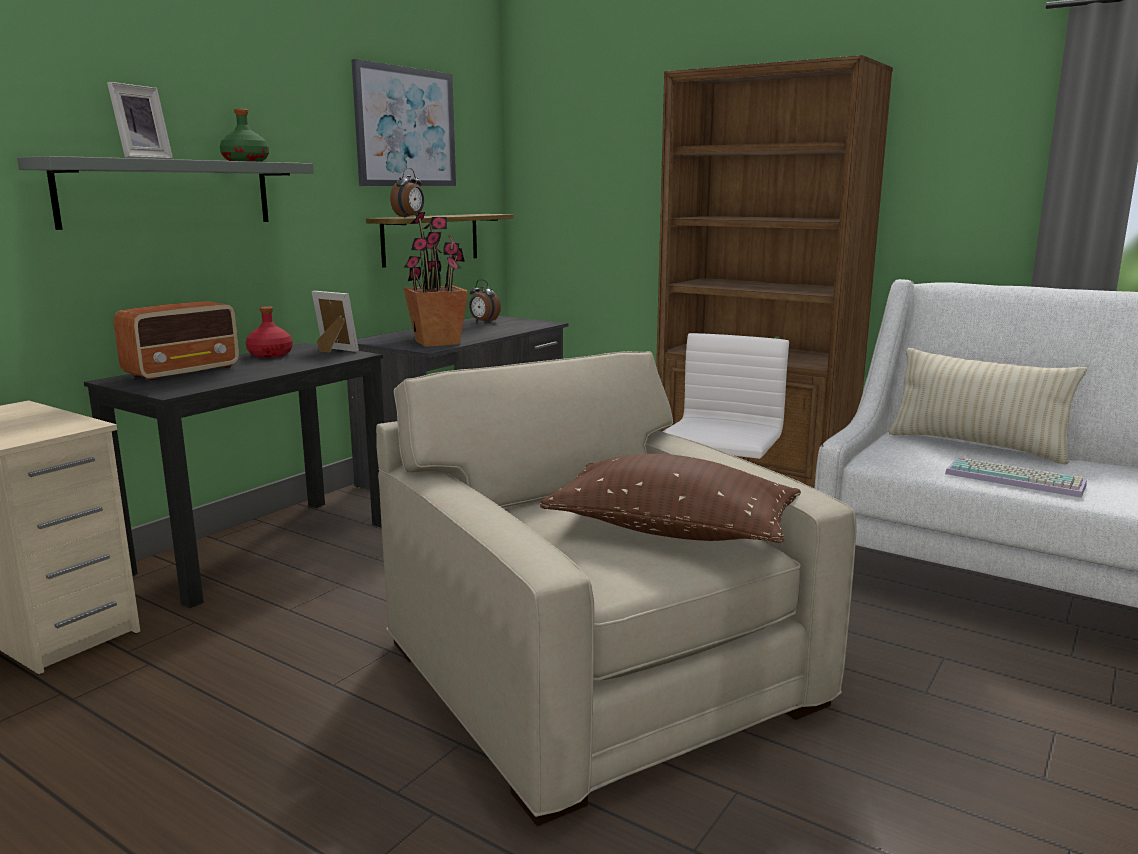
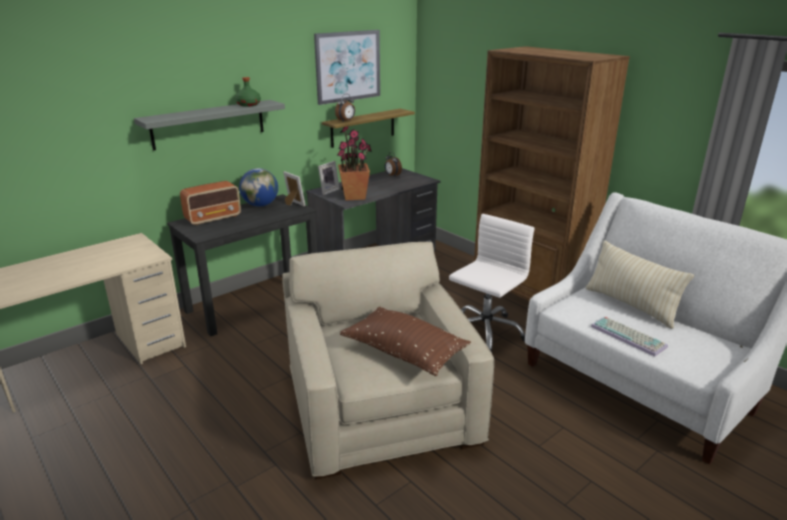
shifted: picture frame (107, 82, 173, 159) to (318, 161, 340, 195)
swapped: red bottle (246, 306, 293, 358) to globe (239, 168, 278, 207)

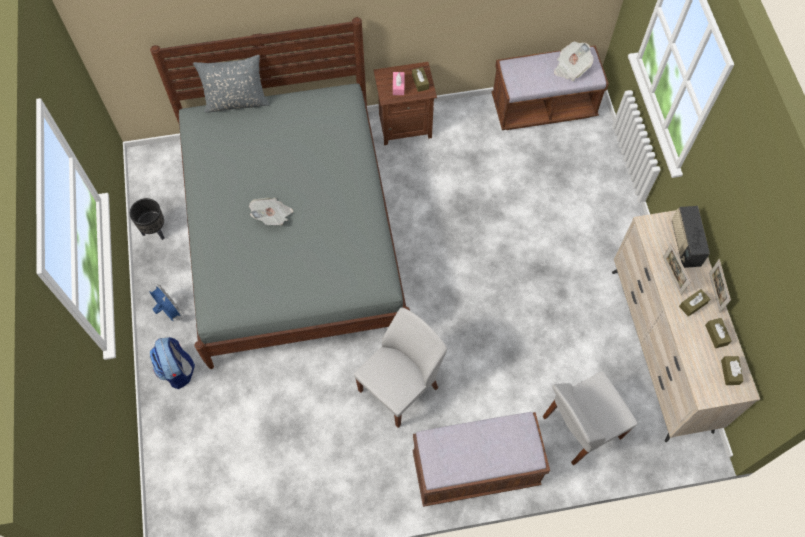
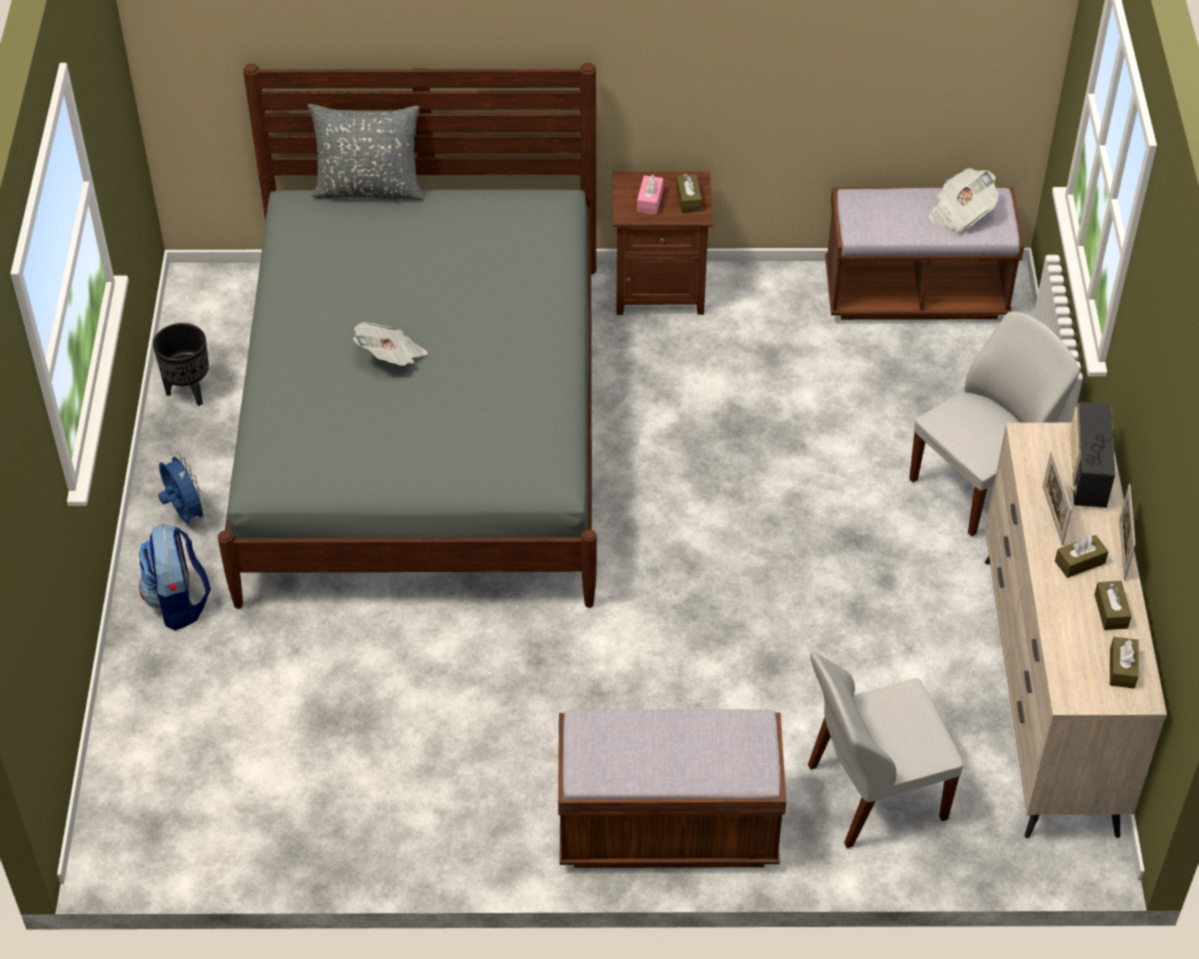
shifted: white upright chair (354, 308, 447, 428) to (909, 311, 1079, 536)

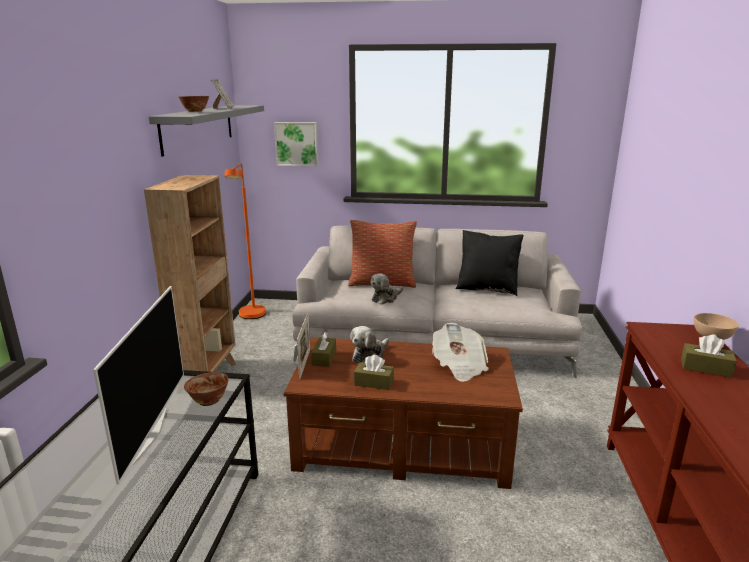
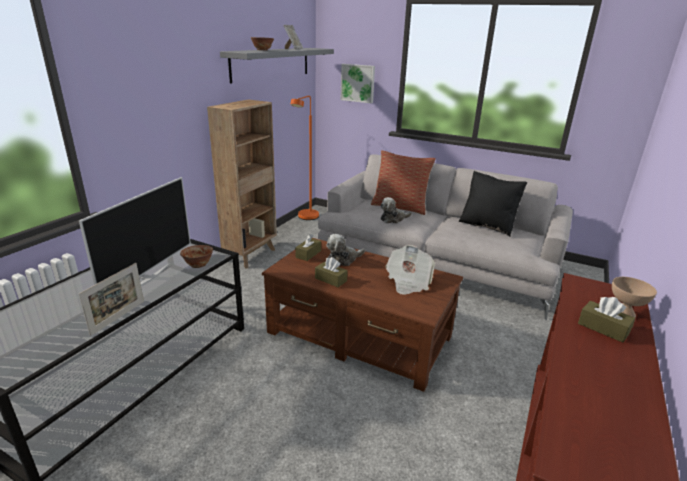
shifted: picture frame (297, 313, 310, 379) to (79, 263, 144, 336)

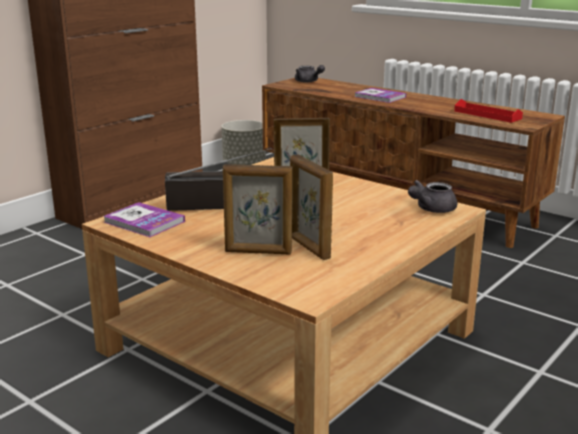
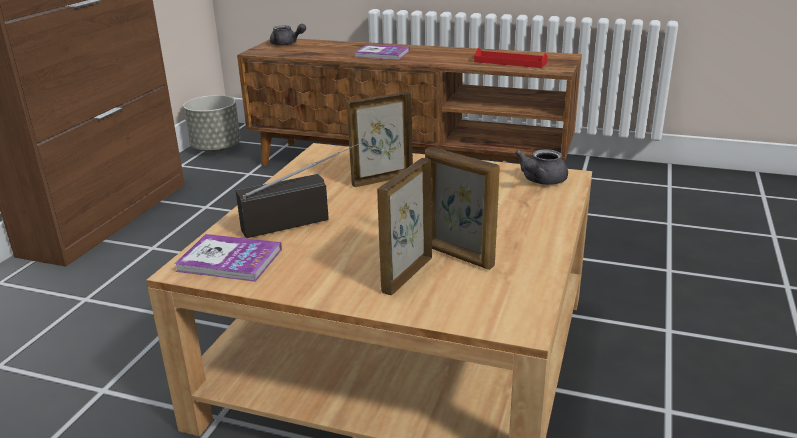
rotated: picture frame (223, 164, 293, 255) = (377, 158, 432, 295) 135 degrees clockwise

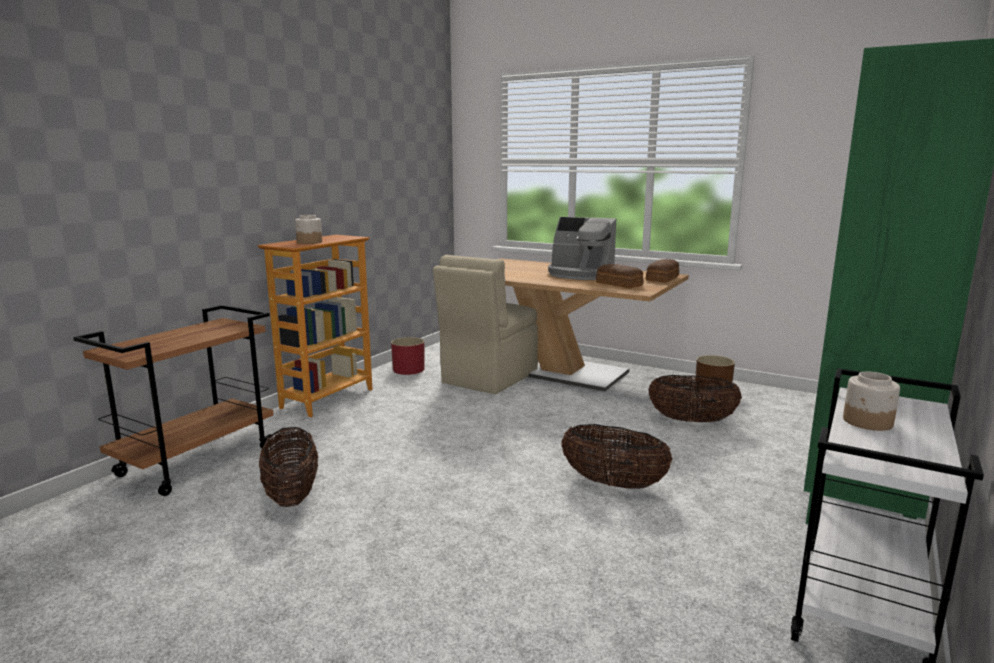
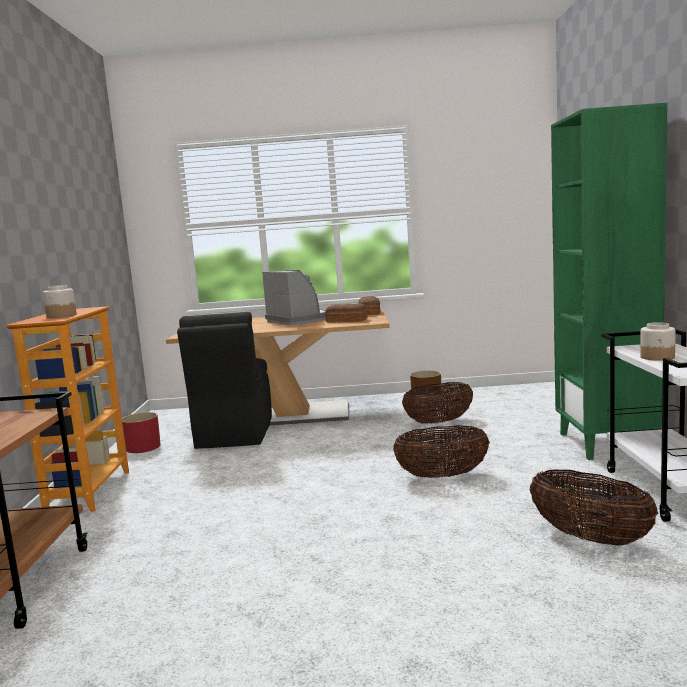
shifted: basket (259, 427, 318, 507) to (529, 470, 658, 546)
repainted: sand-coloured upright chair (433, 255, 538, 394) to black-coloured upright chair (177, 312, 272, 449)
rotated: coffee machine (548, 217, 616, 280) = (262, 270, 326, 325) 120 degrees counterclockwise

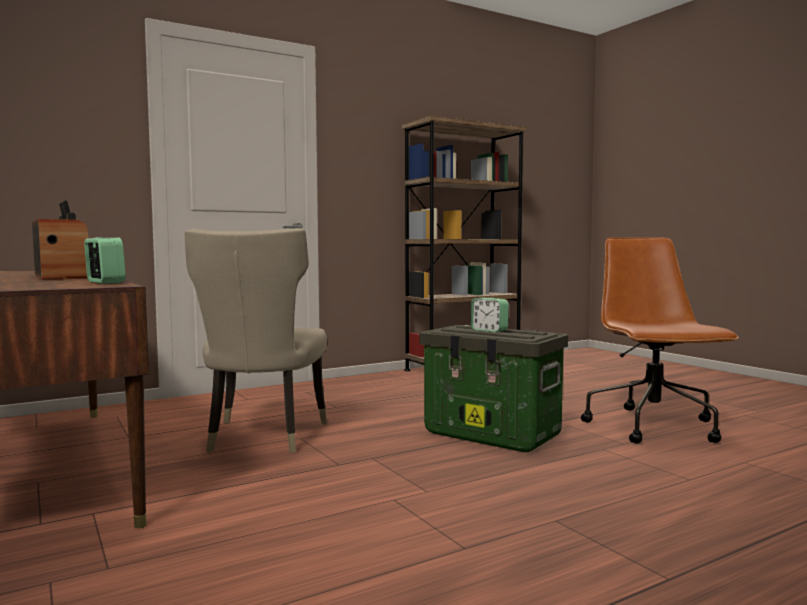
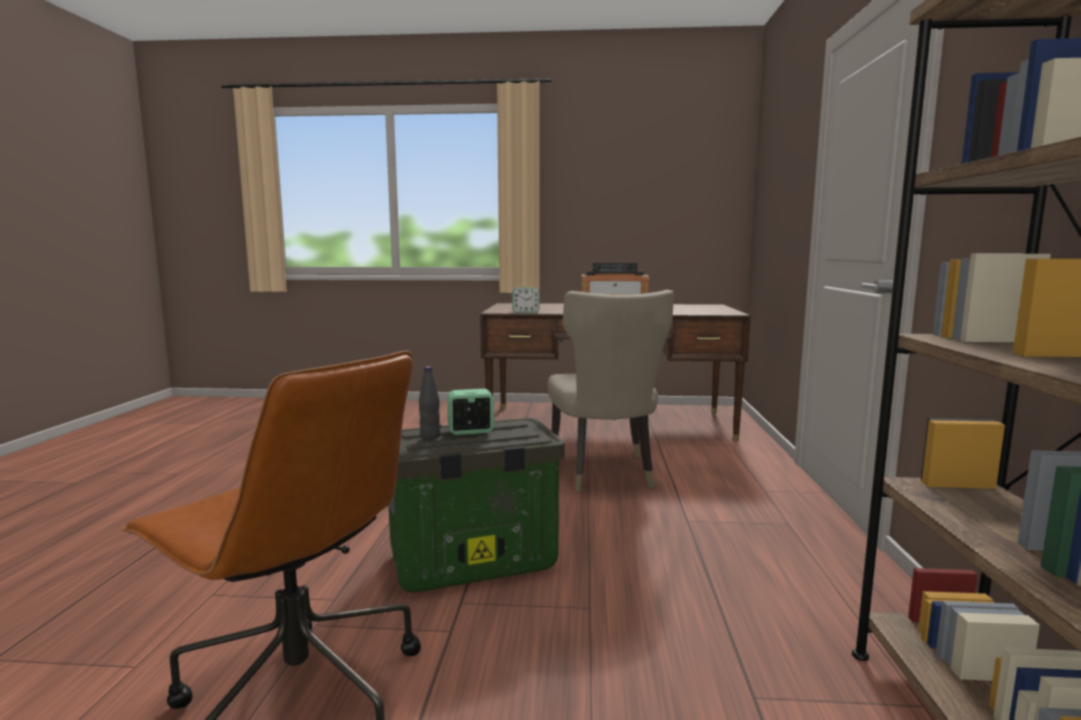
new: black-coloured bottle (419, 366, 440, 440)
rotated: sand-coloured upright chair (184, 228, 327, 453) = (547, 290, 674, 492) 135 degrees counterclockwise

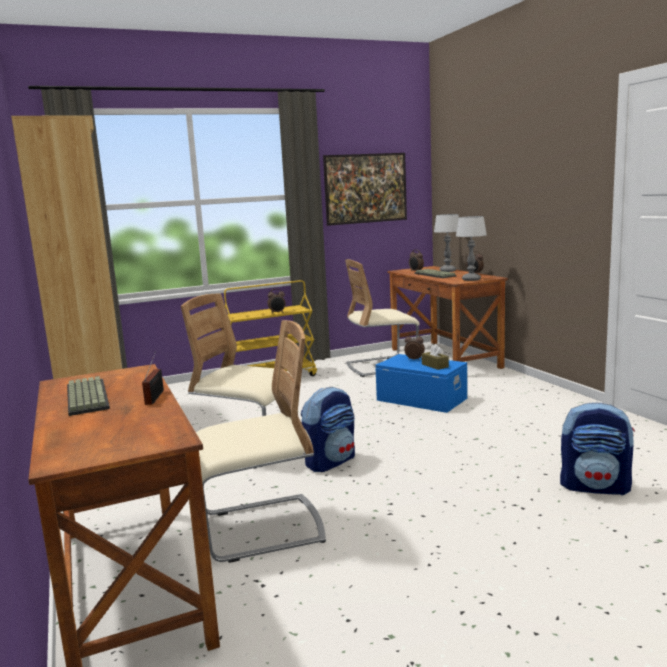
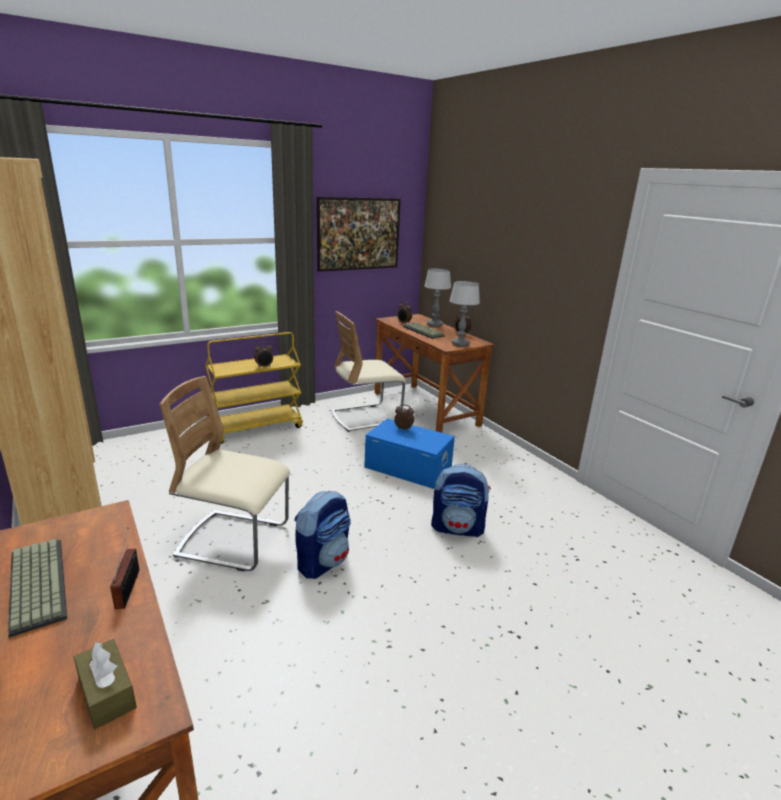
gone: sand-coloured upright chair (196, 320, 326, 563)
shifted: brown-coloured tissue holder (422, 344, 449, 370) to (73, 639, 137, 729); rucksack (560, 402, 635, 495) to (431, 464, 491, 537)

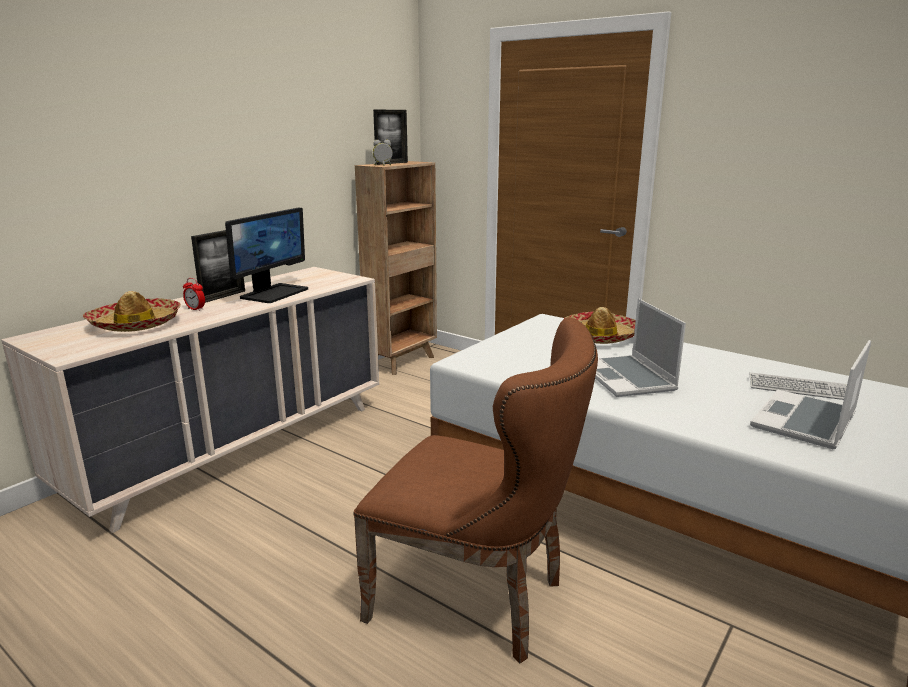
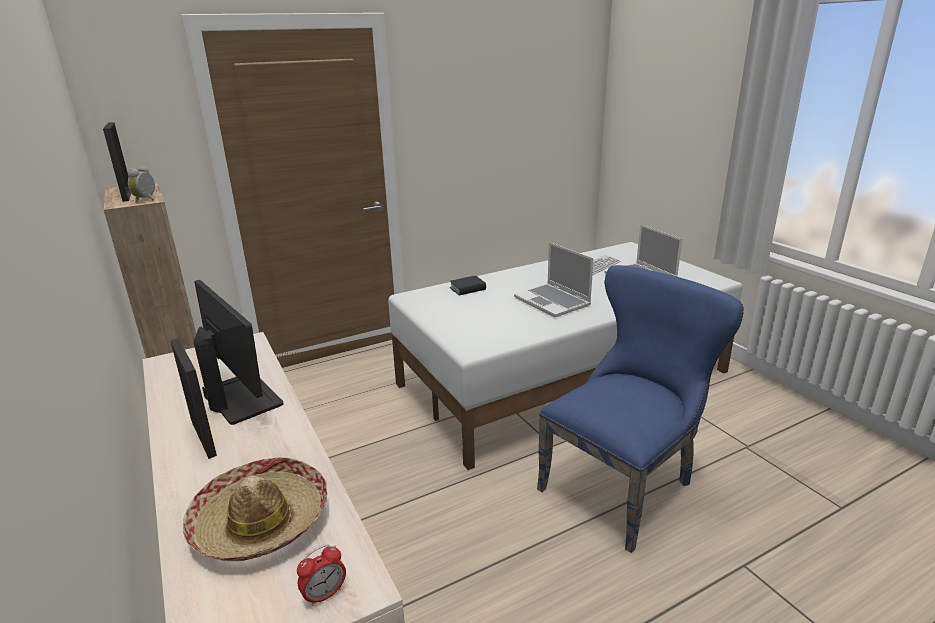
shifted: table clock (183, 278, 205, 311) to (297, 544, 346, 606)
swapped: wearable hat (564, 307, 636, 344) to book (450, 275, 486, 296)
repainted: brown-coloured upright chair (353, 317, 598, 663) to bluish upright chair (537, 265, 744, 553)
rotated: notebook computer (595, 298, 686, 397) = (514, 242, 594, 318) 45 degrees clockwise

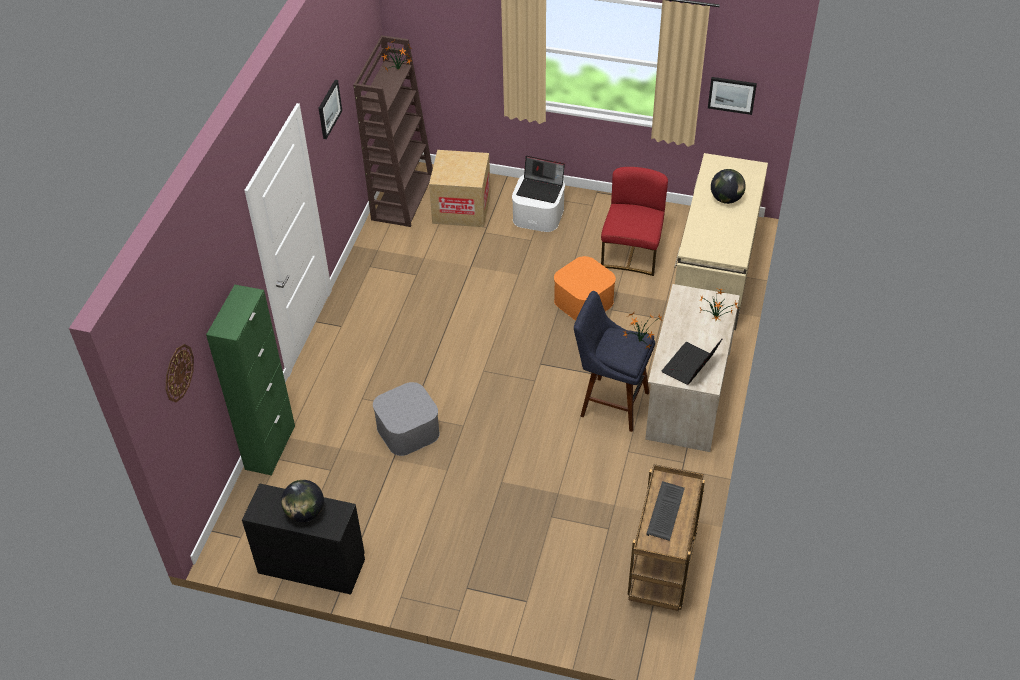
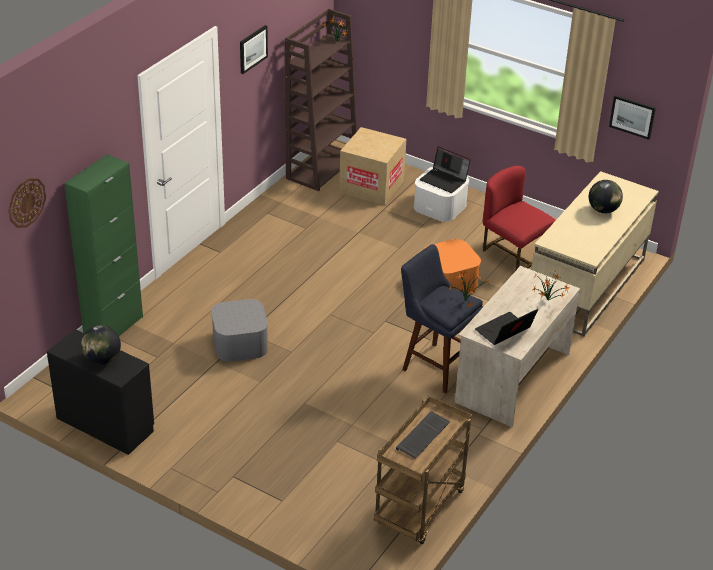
rotated: red upright chair (601, 167, 668, 276) = (483, 166, 556, 271) 75 degrees counterclockwise

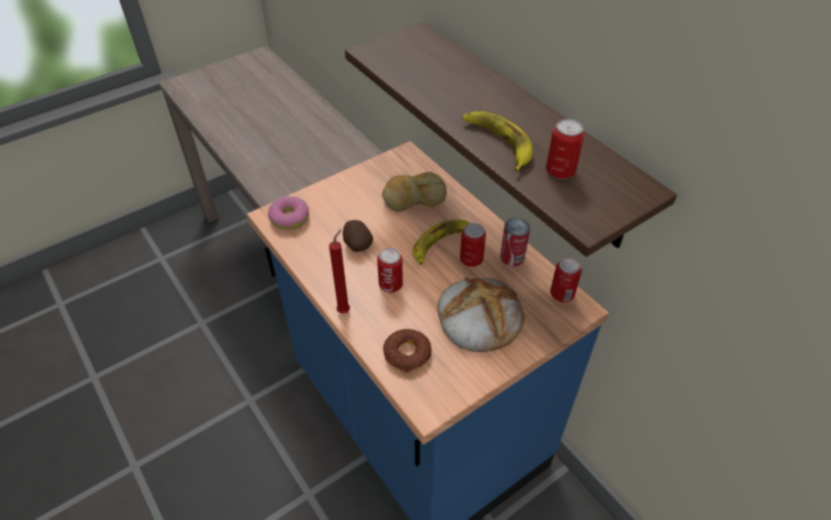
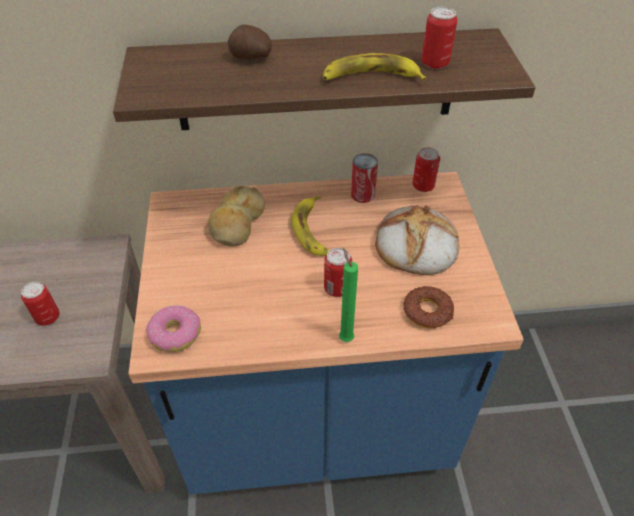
shifted: can (460, 223, 486, 267) to (21, 281, 59, 326); whole potato (343, 220, 373, 252) to (228, 24, 272, 60)
repainted: red wax light (329, 229, 350, 314) to greenish wax light (339, 248, 358, 342)

